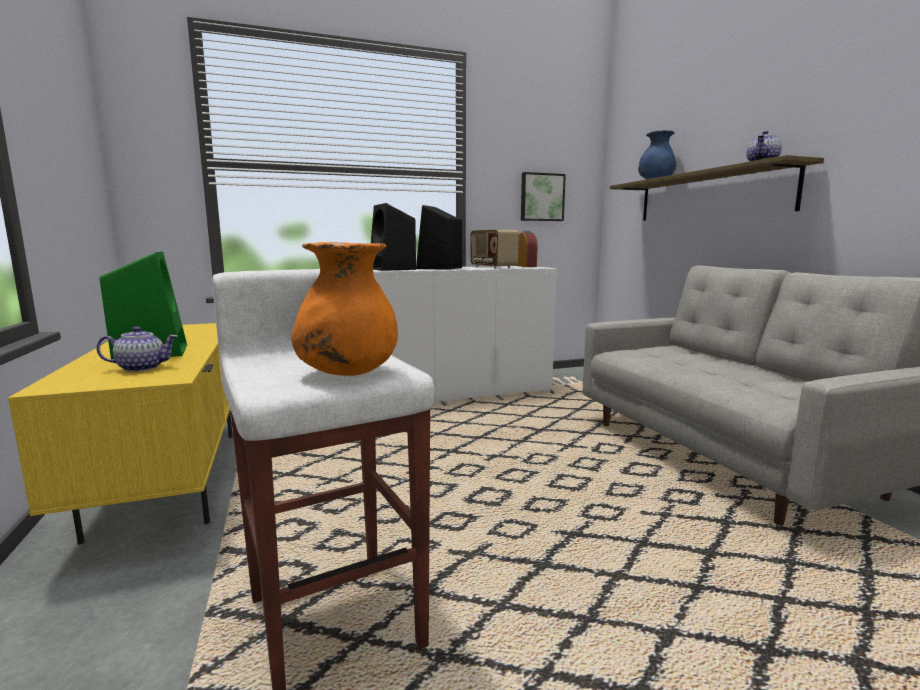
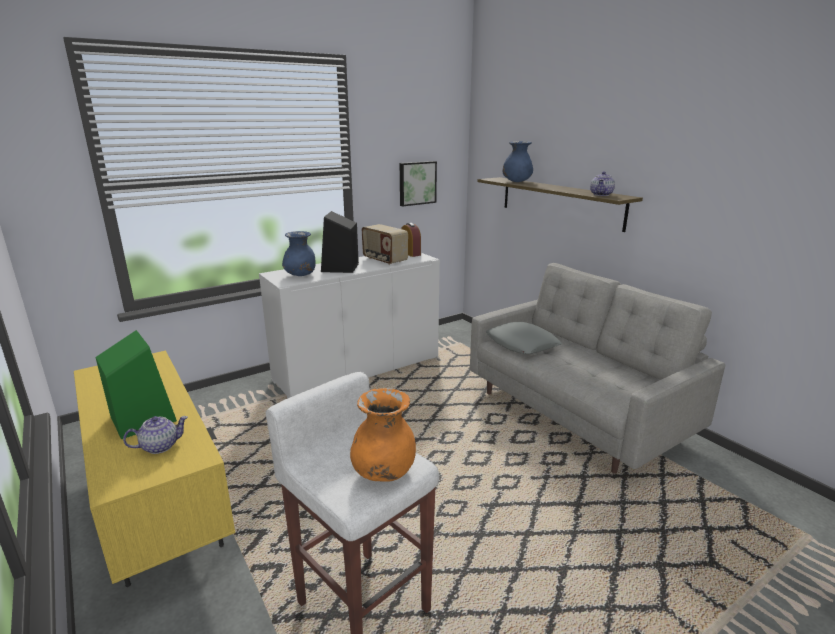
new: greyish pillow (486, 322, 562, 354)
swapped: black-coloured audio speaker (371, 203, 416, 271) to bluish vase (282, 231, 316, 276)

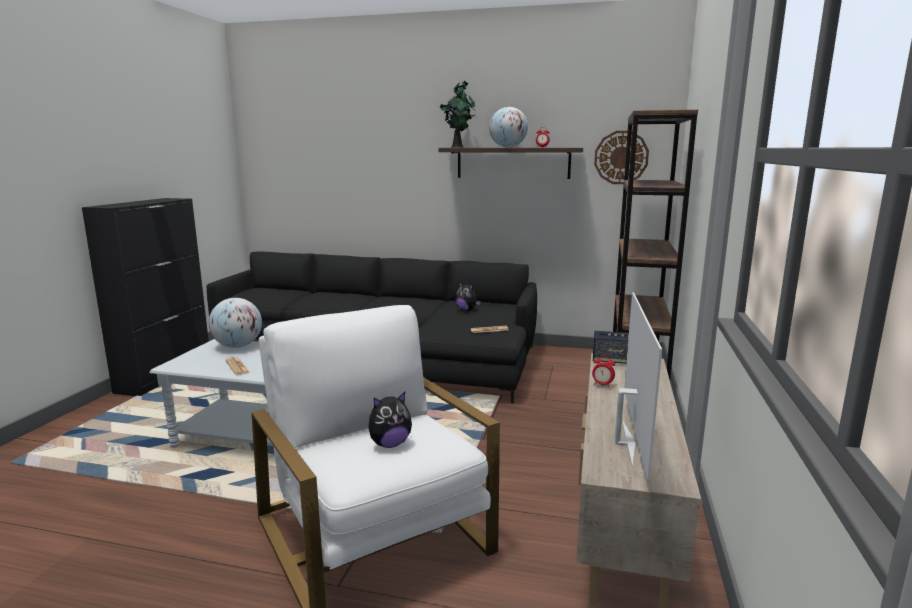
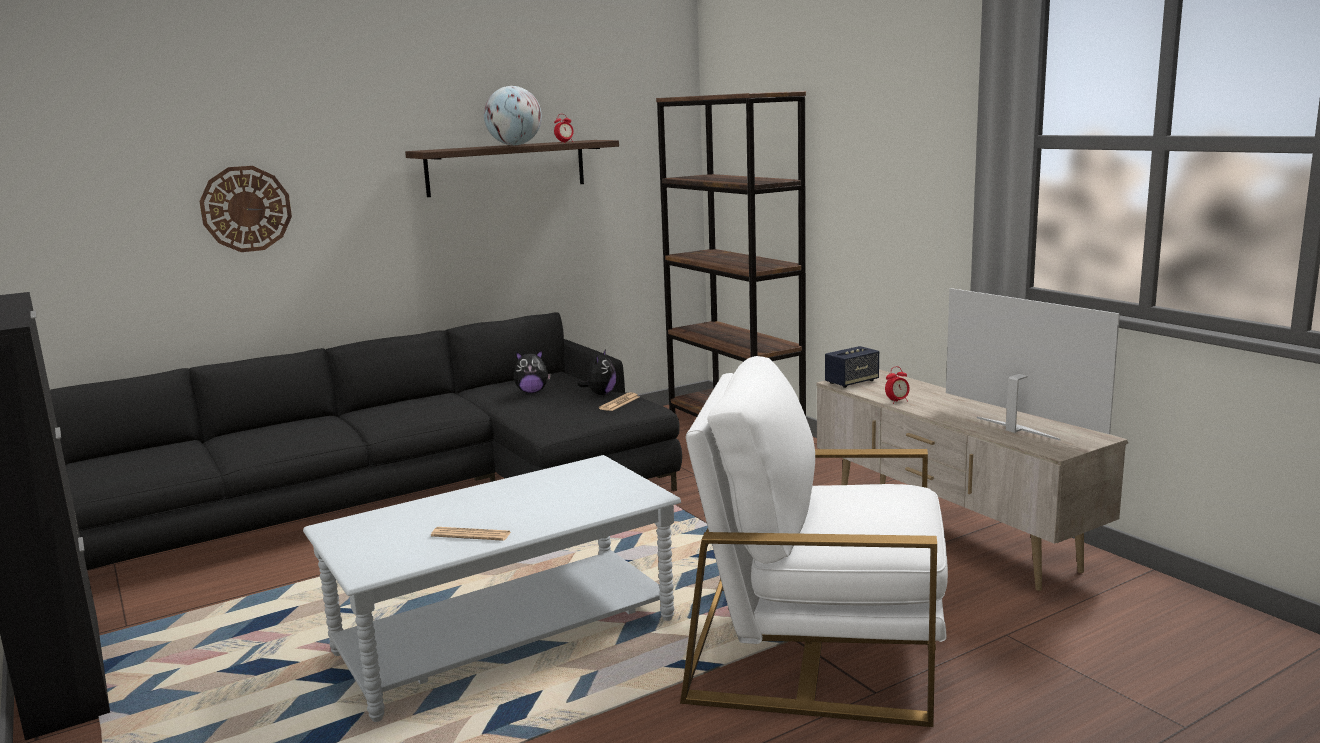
gone: globe (209, 298, 262, 348); houseplant (439, 81, 475, 148)
shifted: wall clock (594, 131, 649, 184) to (199, 166, 292, 252); plush toy (368, 392, 412, 448) to (577, 349, 617, 395)

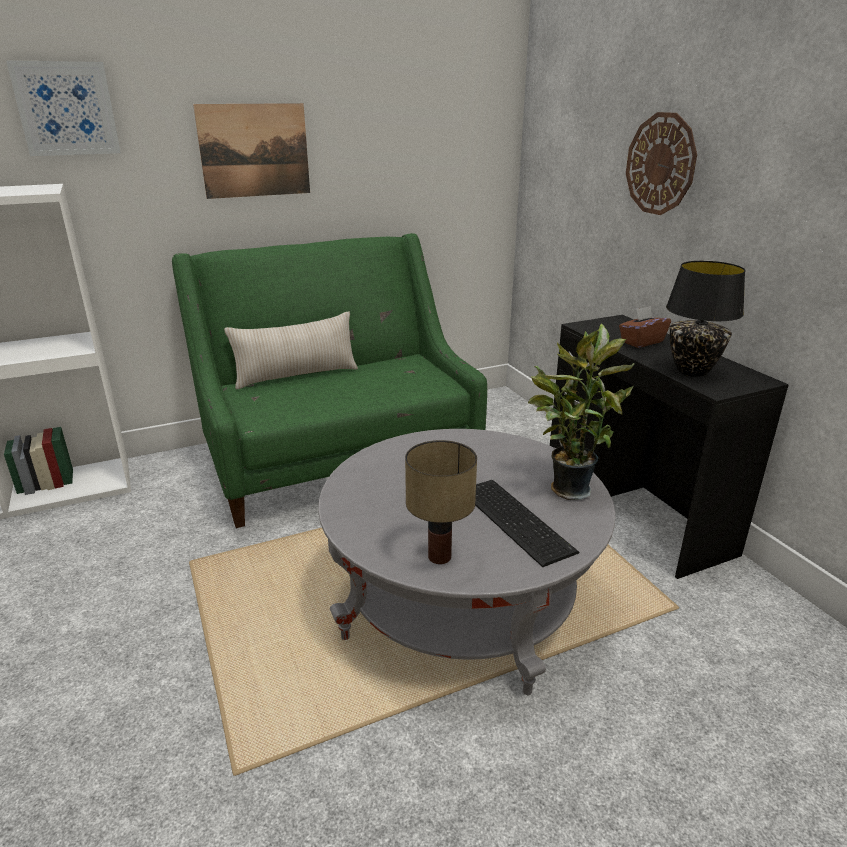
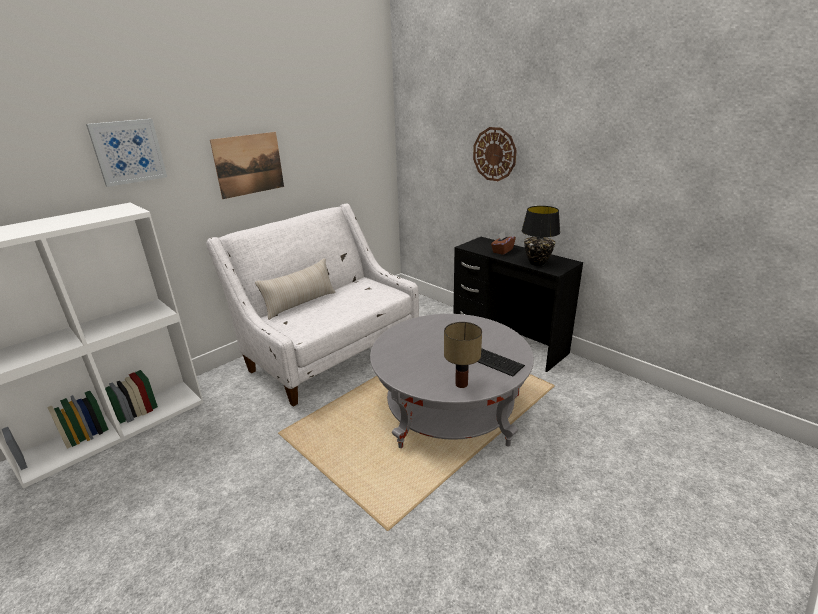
gone: houseplant (528, 323, 634, 500)
repainted: greenish settee (172, 233, 487, 528) to white settee (207, 203, 419, 407)

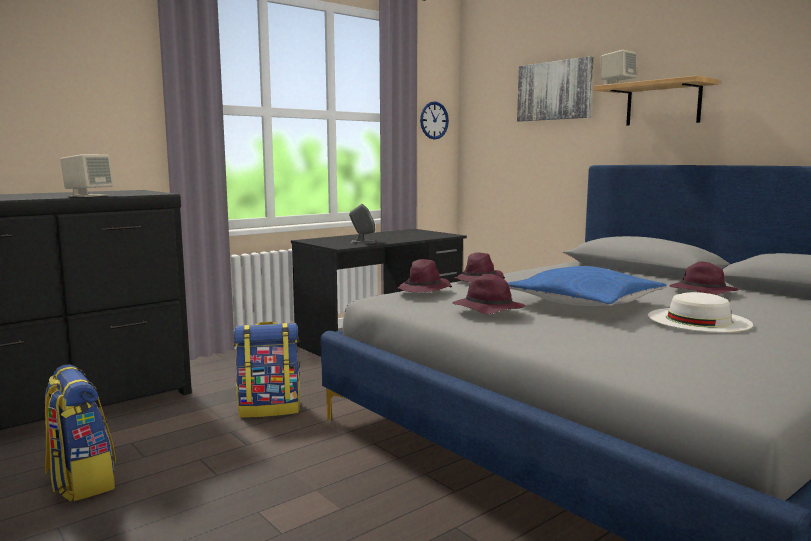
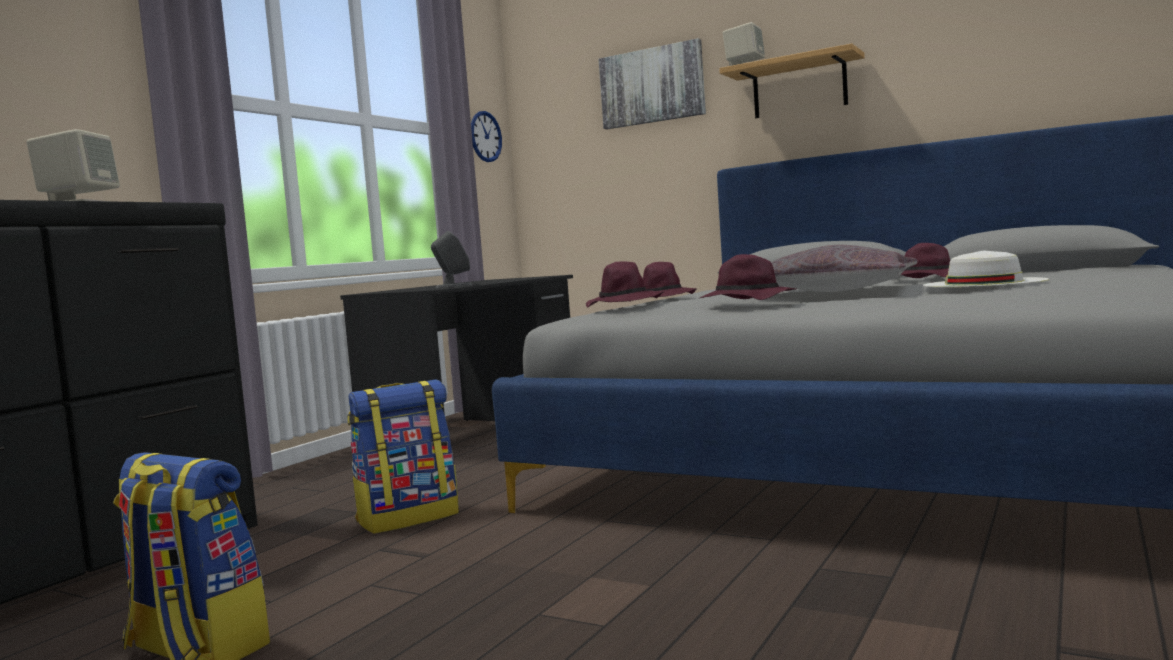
repainted: bluish pillow (507, 266, 667, 306) to greyish pillow (771, 245, 917, 292)

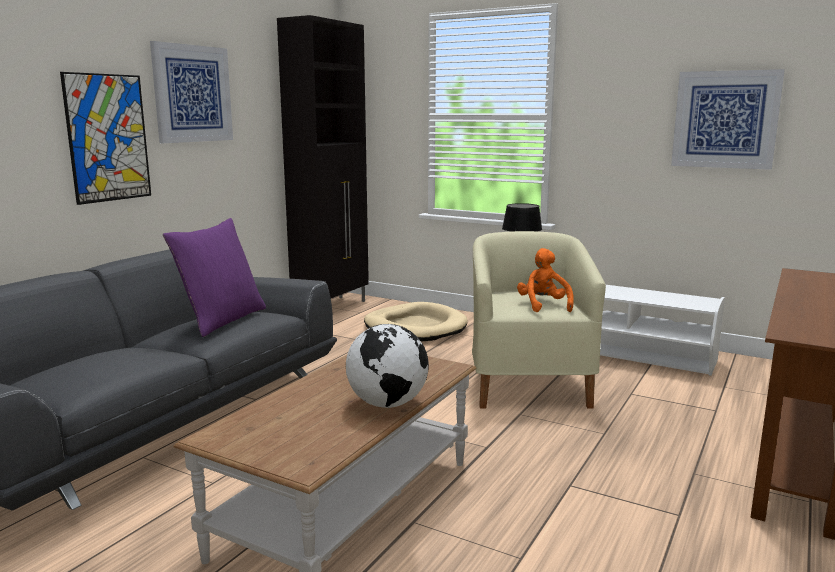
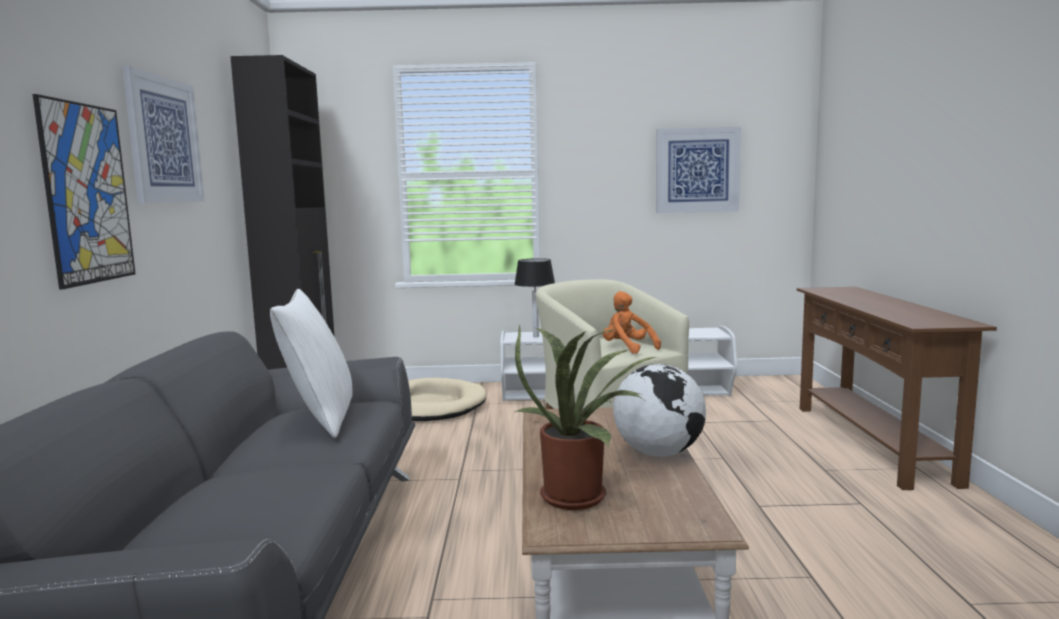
new: houseplant (515, 325, 656, 510)
repainted: purplish pillow (163, 218, 266, 337) to white pillow (270, 289, 352, 438)

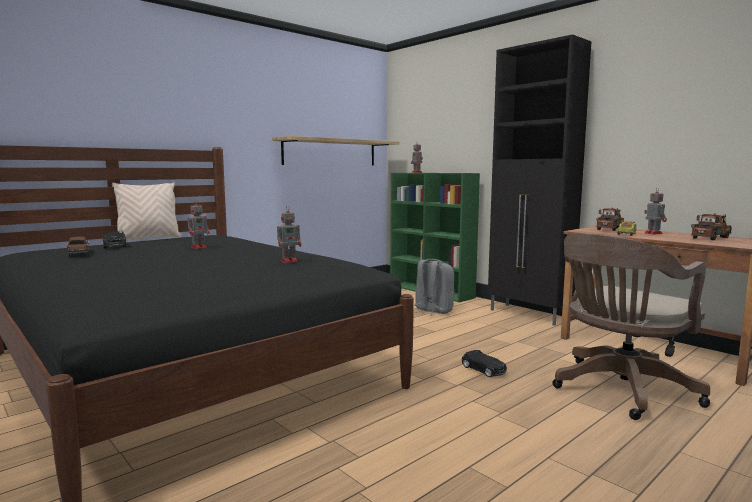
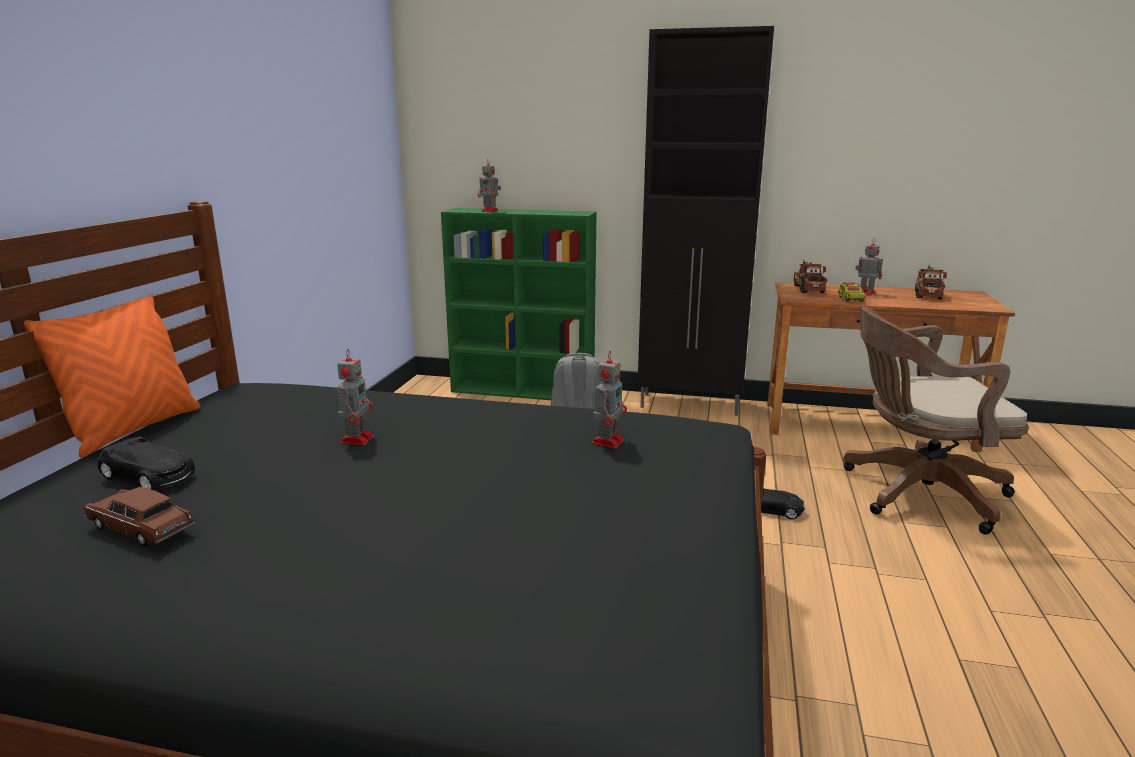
gone: shelf (272, 136, 400, 166)
repainted: sand-coloured pillow (112, 182, 182, 241) to orange-coloured pillow (24, 294, 201, 458)
rotated: brown-coloured computer chair (552, 233, 710, 420) = (843, 306, 1029, 535) 75 degrees clockwise

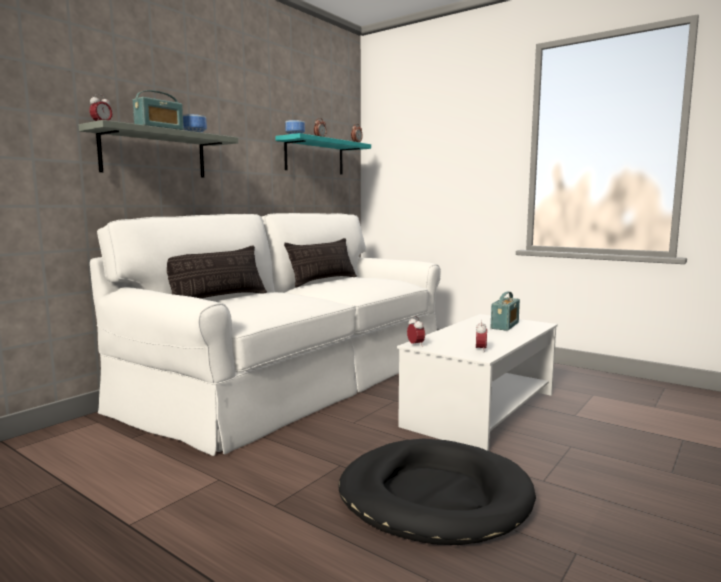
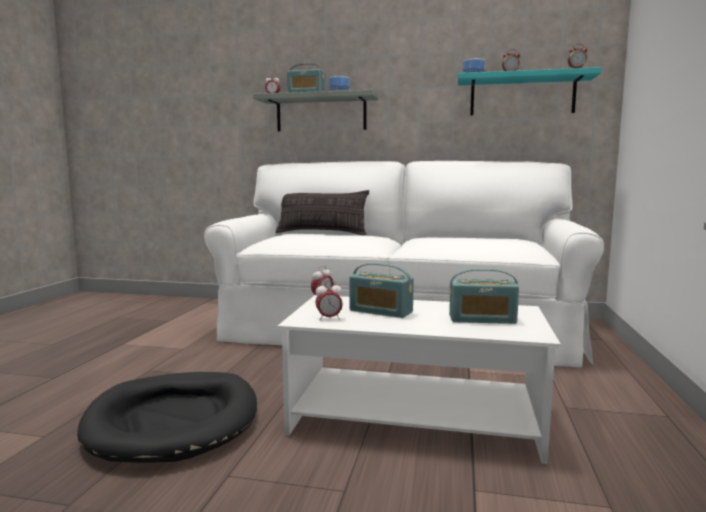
gone: pillow (284, 238, 357, 287)
new: radio (350, 263, 414, 318)

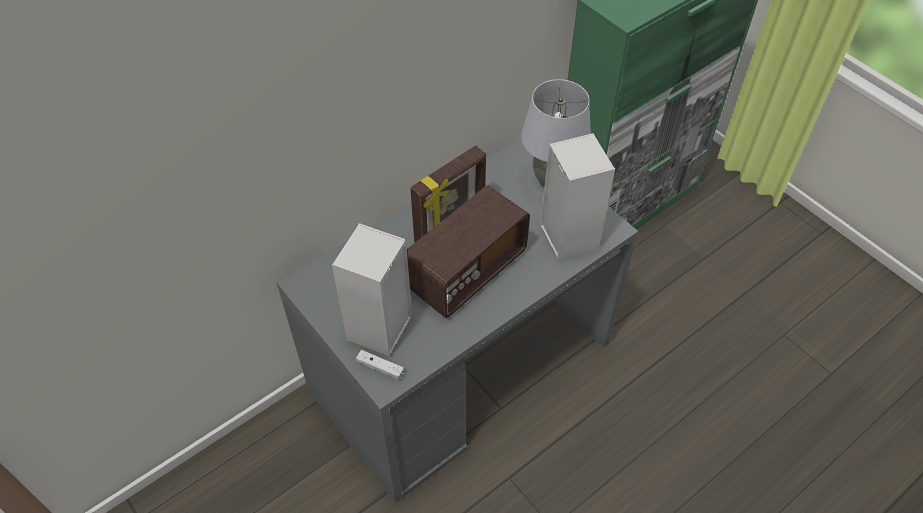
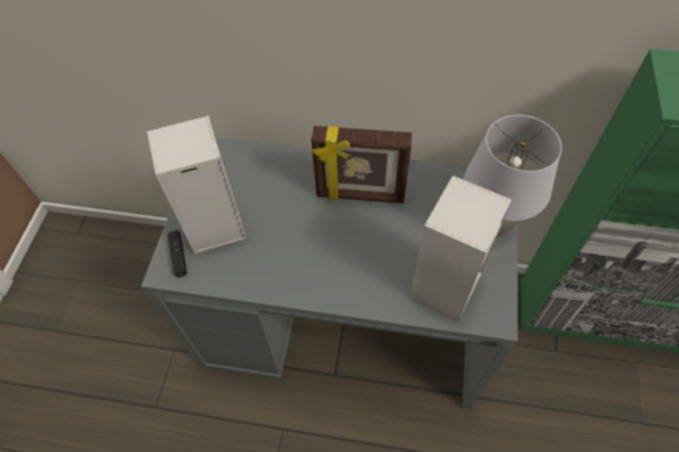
gone: radio (407, 185, 530, 318)
repainted: white joypad (356, 350, 404, 380) to black-coloured joypad (167, 230, 187, 277)

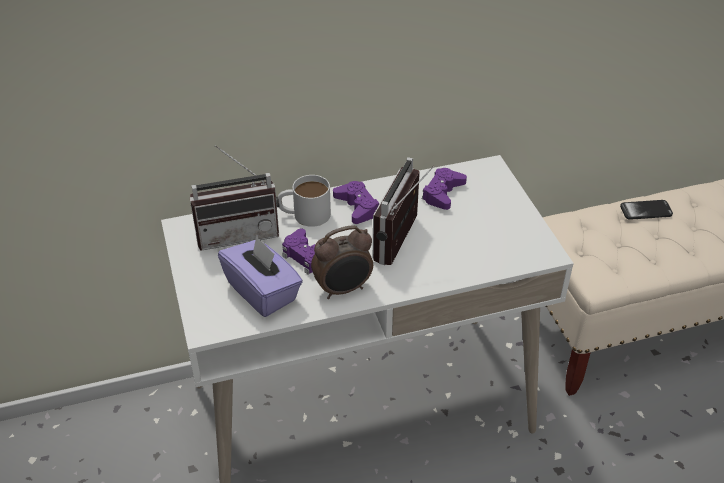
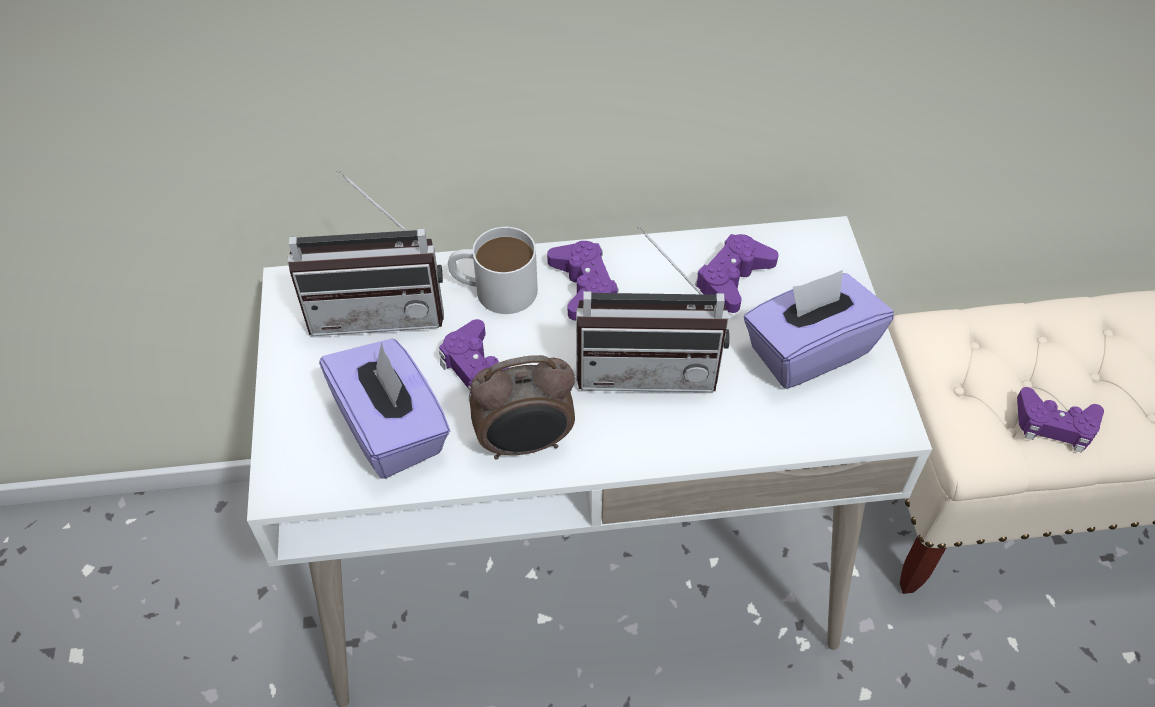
gone: handset (620, 200, 673, 220)
new: purplish tissue holder (744, 270, 894, 389); purplish joypad (1017, 387, 1104, 453)
rotated: radio (373, 157, 434, 265) = (576, 226, 730, 392) 120 degrees counterclockwise

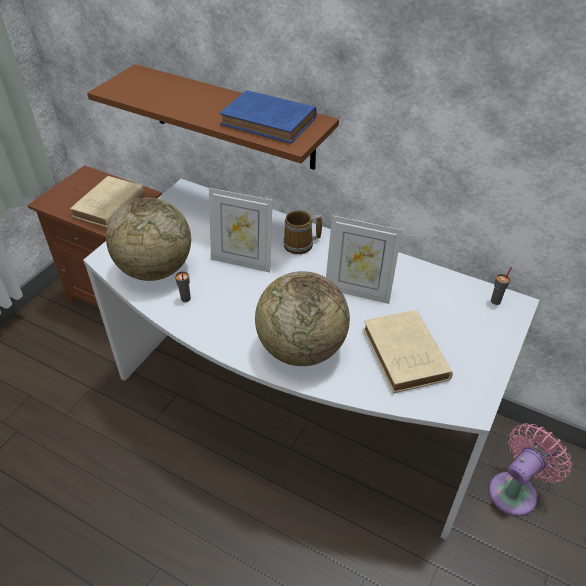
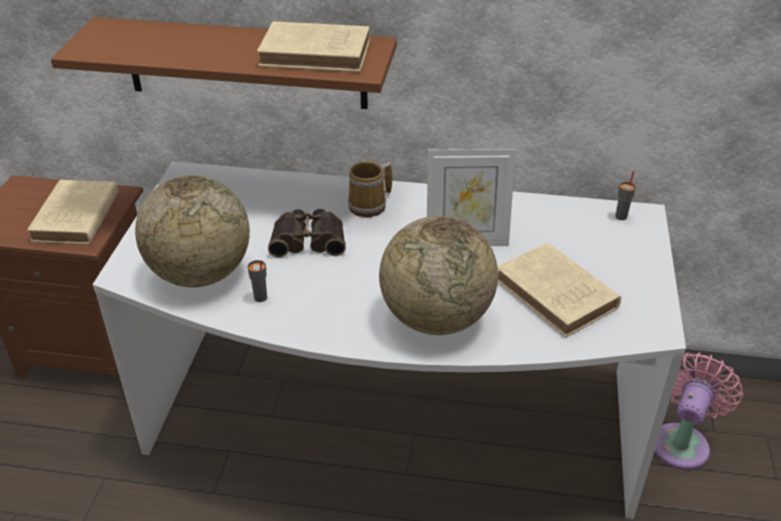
swapped: picture frame (209, 188, 273, 273) to binoculars (268, 209, 346, 257)
repainted: bluish book (220, 90, 317, 144) to sand-coloured book (257, 21, 370, 72)

